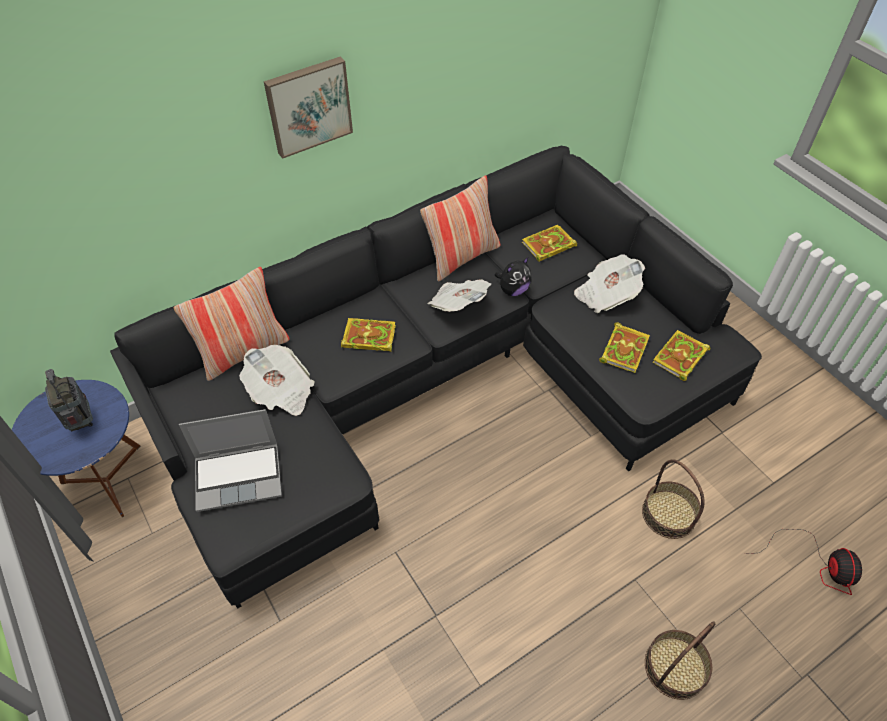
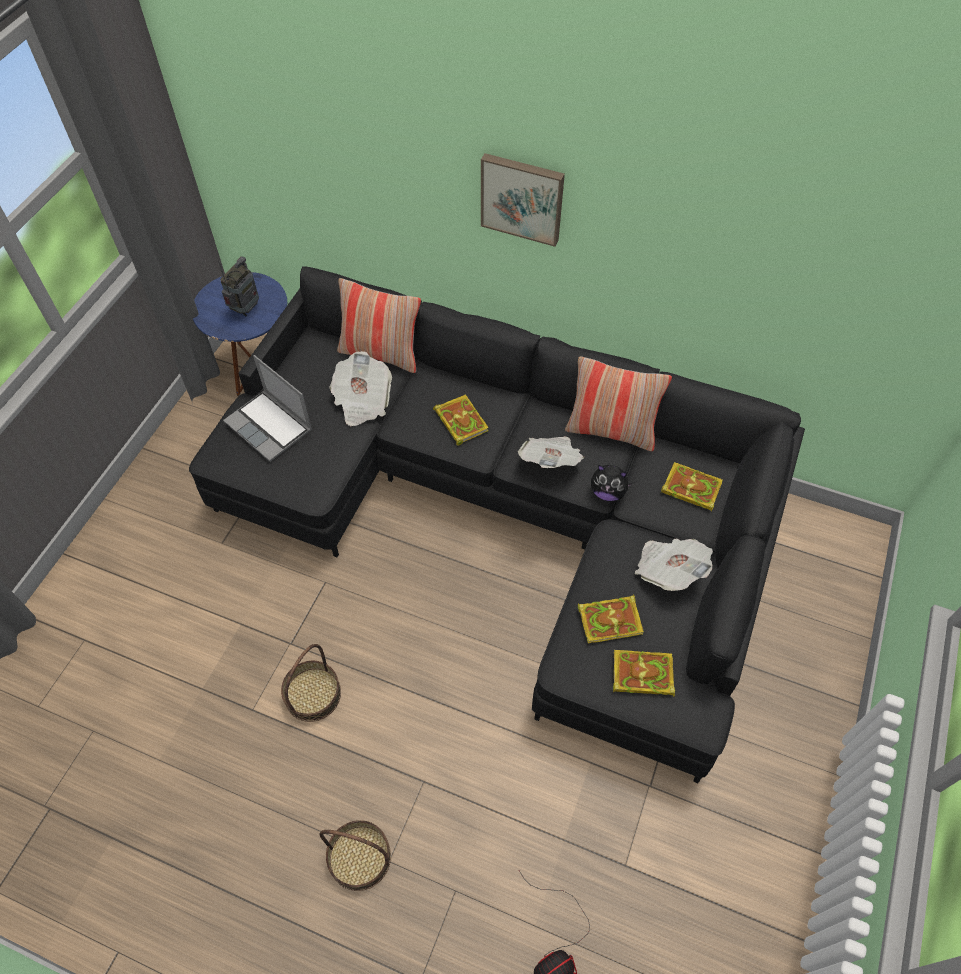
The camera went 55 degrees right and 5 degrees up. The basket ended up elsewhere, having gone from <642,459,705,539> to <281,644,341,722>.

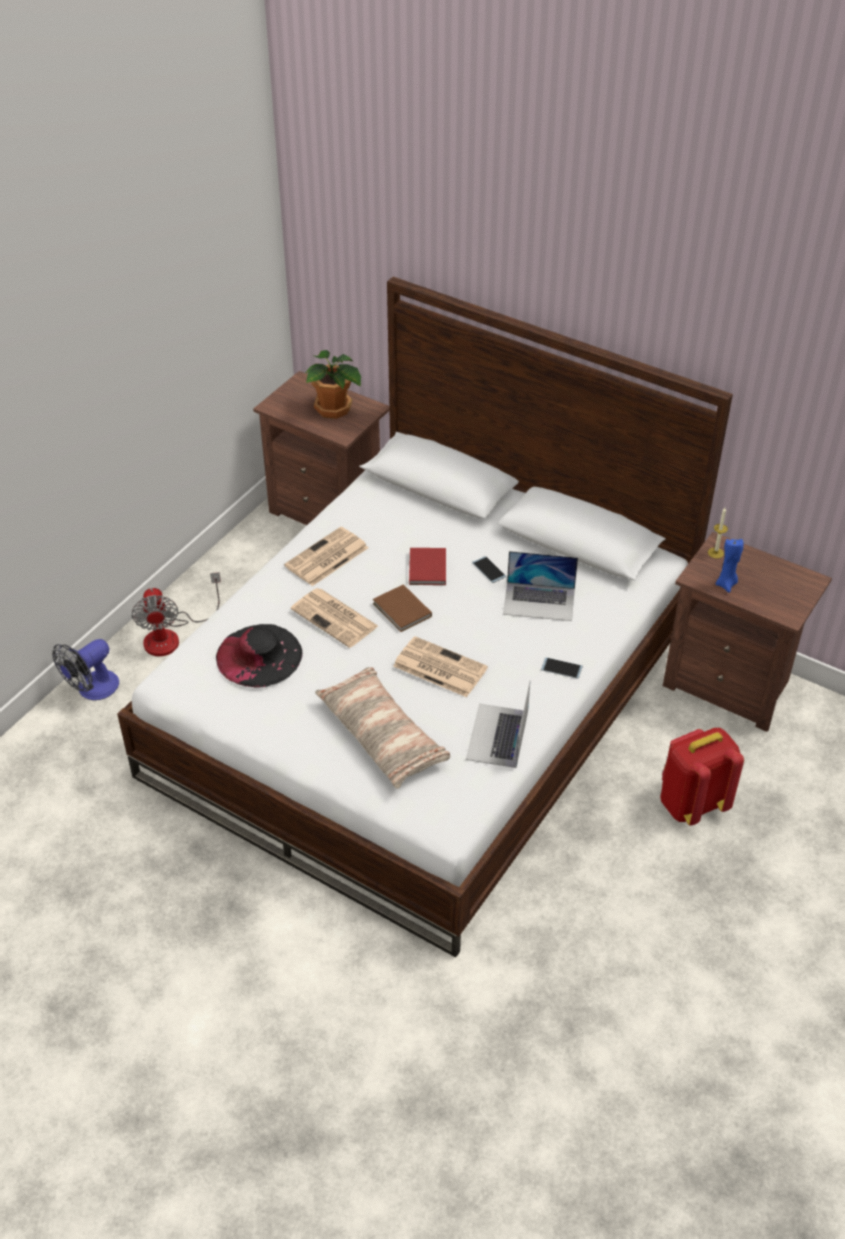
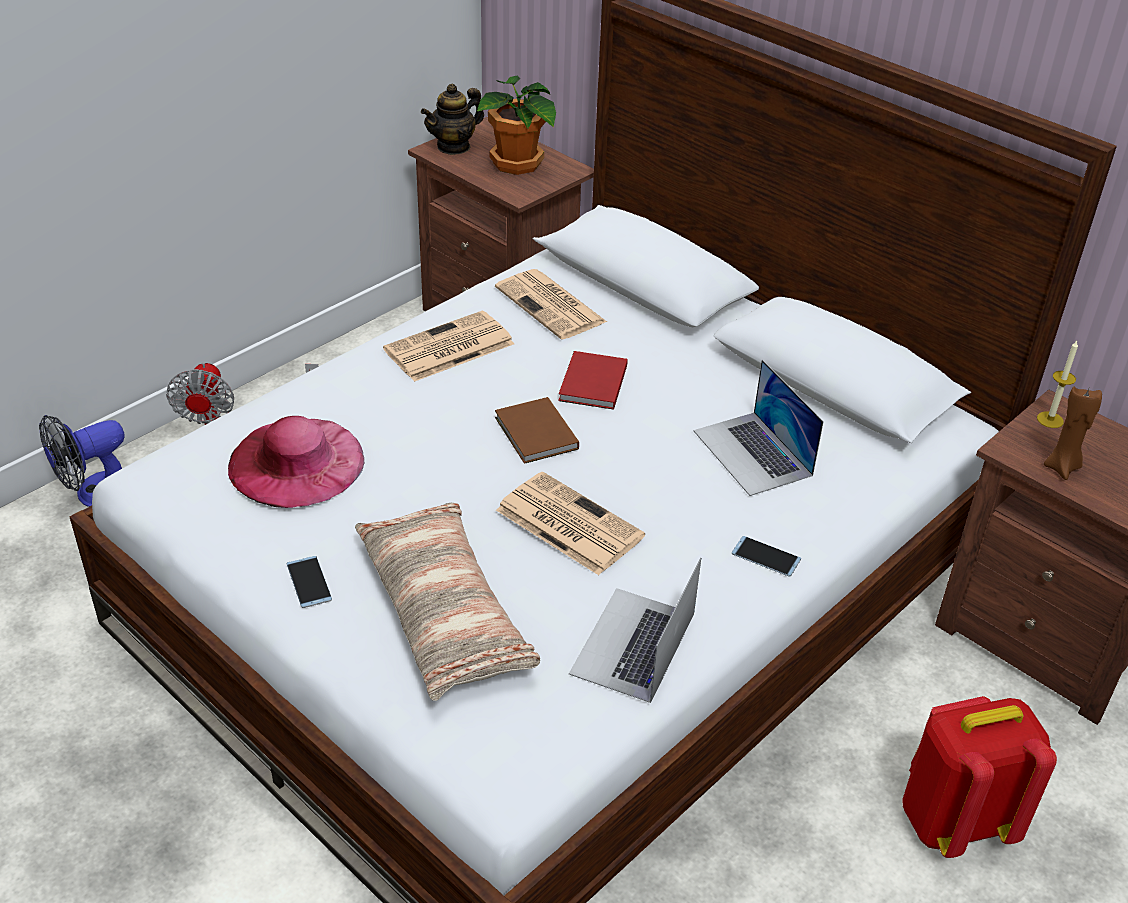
The camera went 10 degrees right and 5 degrees down. What was the black hat at <216,624,302,687> turned into the pink hat at <228,416,364,508>. The newspaper ended up elsewhere, having gone from <291,588,378,648> to <495,269,607,340>. The phone ended up elsewhere, having gone from <472,556,506,583> to <287,556,332,608>. The laptop at <503,551,578,621> ended up facing another way, 45 degrees clockwise from before. What was the blue candle at <716,538,744,593> turned into the brown candle at <1044,386,1102,480>. The second view gained the teapot at <421,83,484,155>.

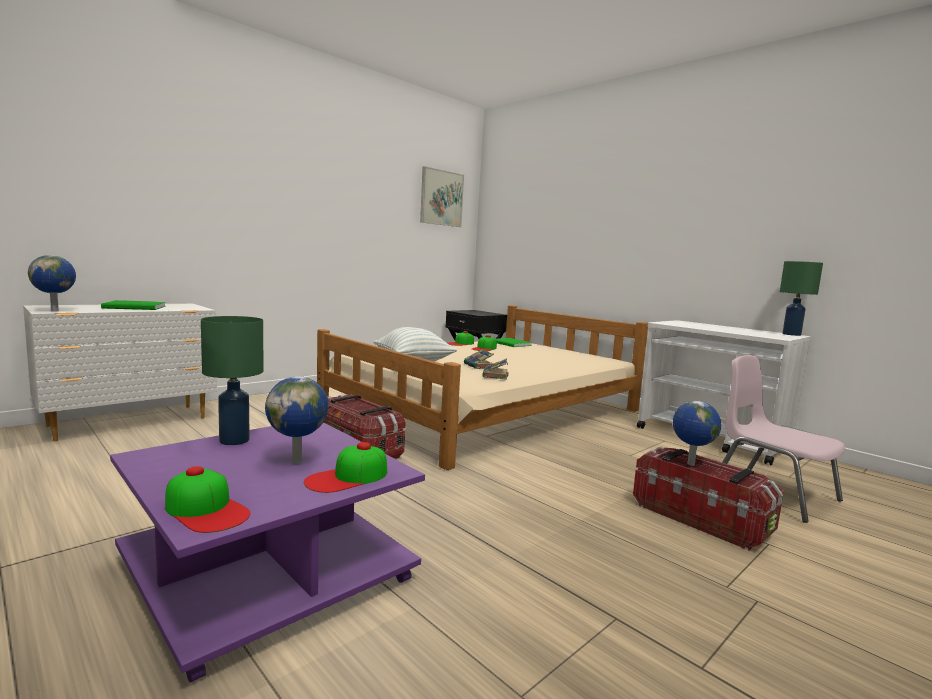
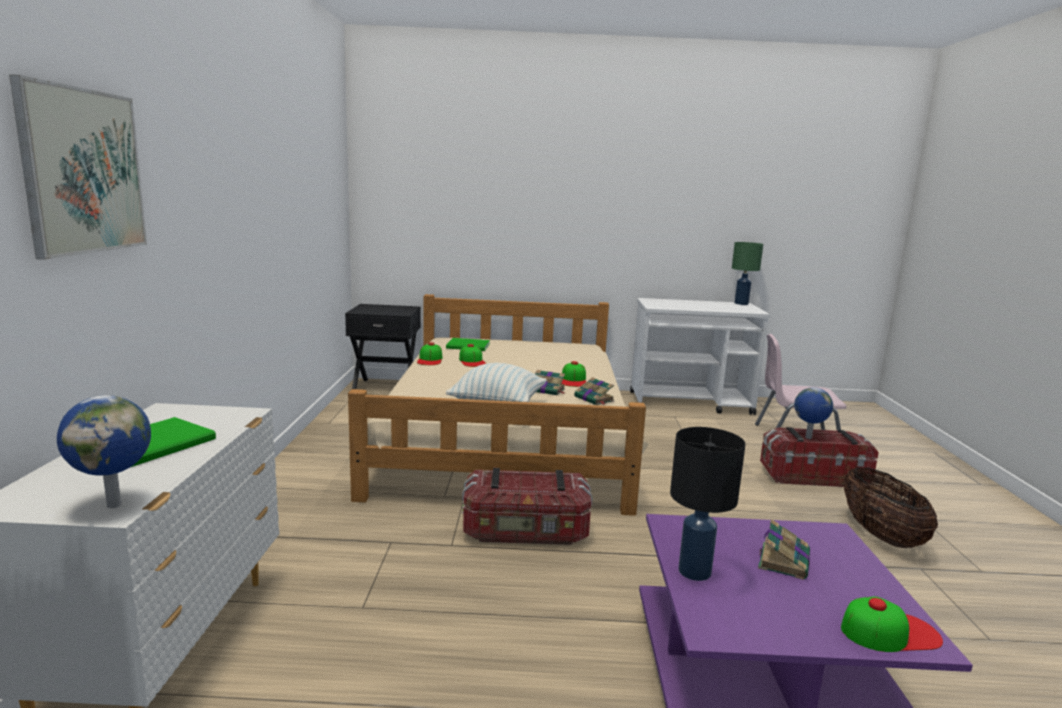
The camera went 45 degrees left and 5 degrees up. What was the green table lamp at <201,316,264,445> turned into the black table lamp at <670,427,746,581>. Where the globe stood at <265,376,328,464>, the book came to stand at <758,519,810,580>. The cap ended up elsewhere, having gone from <304,442,387,493> to <561,361,586,387>. The picture ended up elsewhere, having gone from <420,166,464,227> to <9,74,147,260>. The second view gained the basket at <844,467,938,548>.

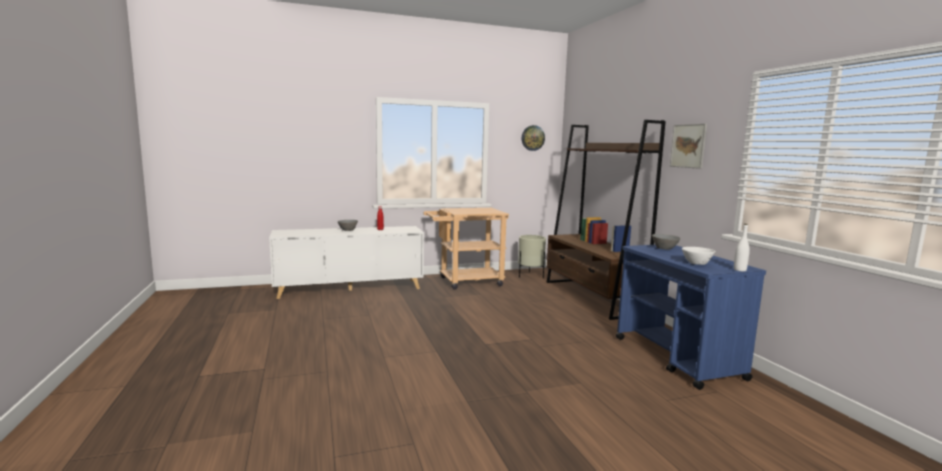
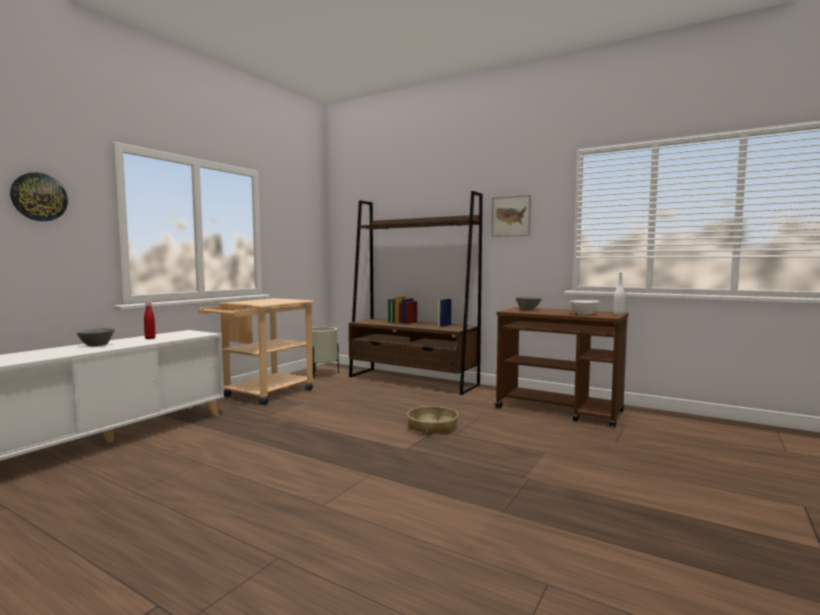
The camera went 40 degrees left and 5 degrees down. The wall clock ended up elsewhere, having gone from <522,125,545,151> to <10,172,68,221>. What was the blue cart at <616,245,766,390> turned into the brown cart at <495,307,629,428>. The second view gained the basket at <407,406,458,435>.

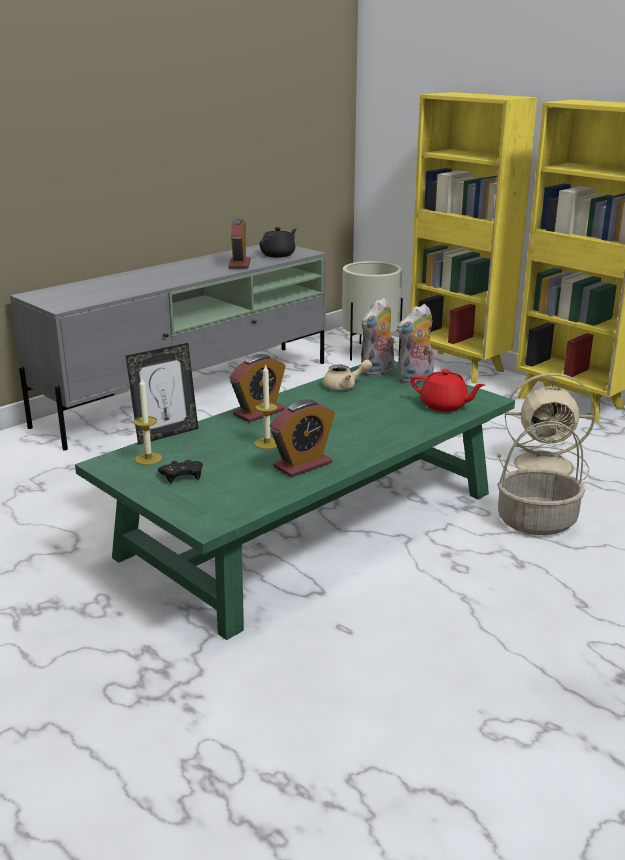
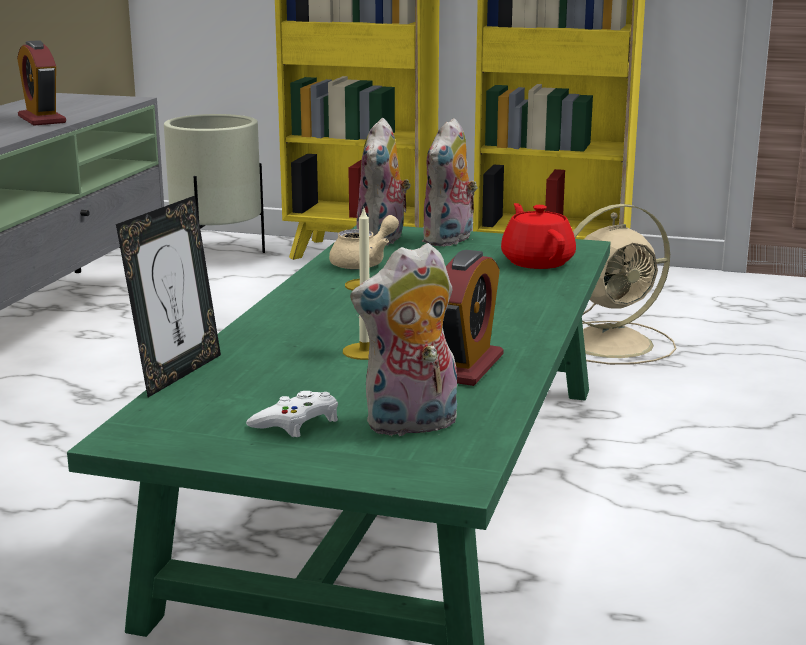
The camera went 30 degrees left and 5 degrees down. The second view lost the candle at <134,378,162,465>. What was the black game controller at <158,460,203,483> turned into the white game controller at <246,391,338,437>. The second view lost the alarm clock at <230,354,285,423>. The second view lost the black teapot at <259,227,297,258>. The red teapot at <411,369,485,411> ended up facing another way, 105 degrees counterclockwise from before. The second view lost the basket at <497,421,585,535>. The second view gained the plush toy at <350,243,457,437>.

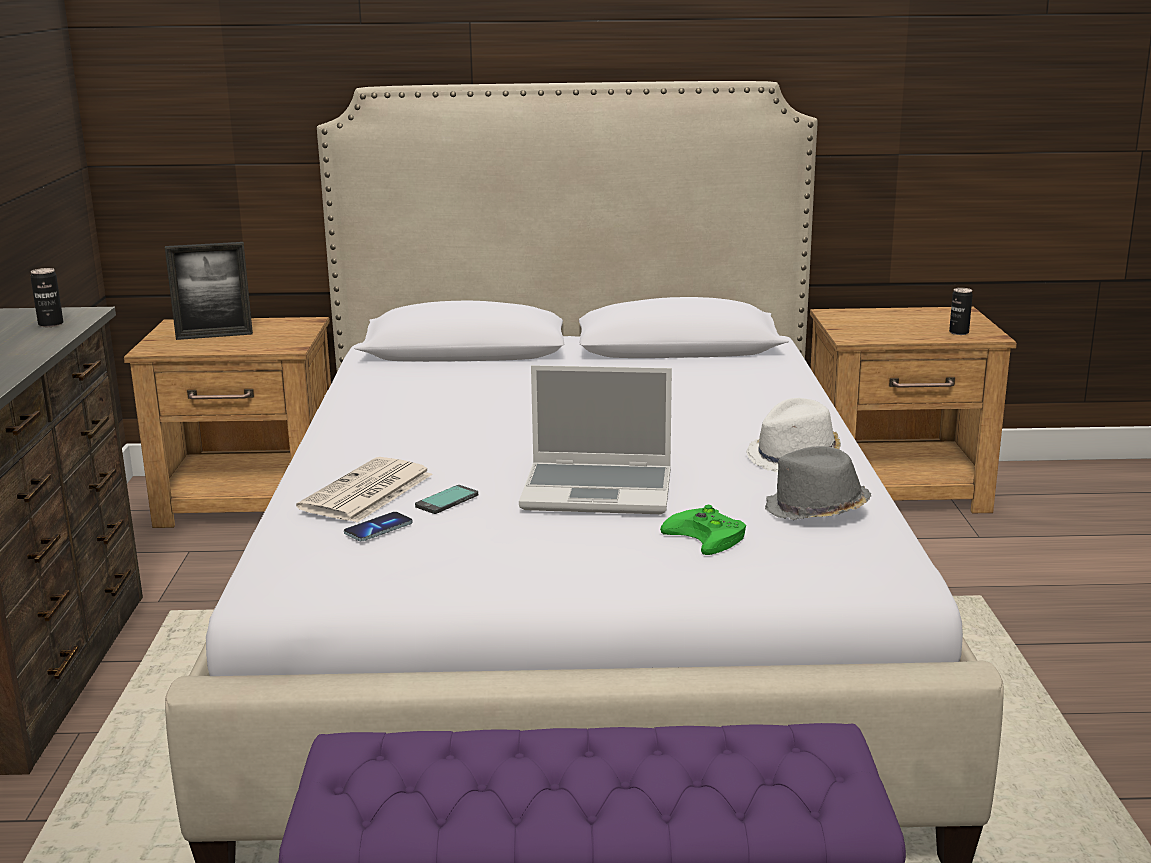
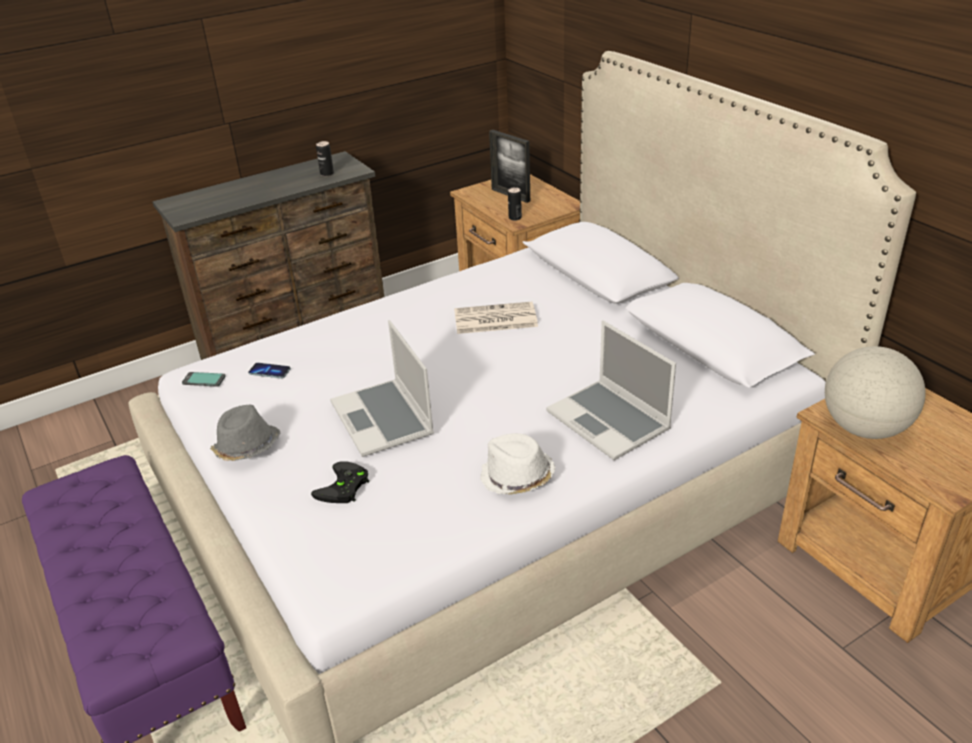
The camera went 60 degrees right and 15 degrees up. The newspaper ended up elsewhere, having gone from <296,457,433,523> to <454,302,538,334>. The phone ended up elsewhere, having gone from <415,485,478,514> to <182,372,226,387>. What was the green game controller at <660,505,746,555> turned into the black game controller at <311,461,370,503>. The grey hat ended up elsewhere, having gone from <765,446,872,520> to <210,404,281,461>. The can ended up elsewhere, having gone from <949,288,973,335> to <508,187,522,221>. The second view gained the laptop at <546,320,676,460>. The second view gained the globe at <825,346,926,439>.

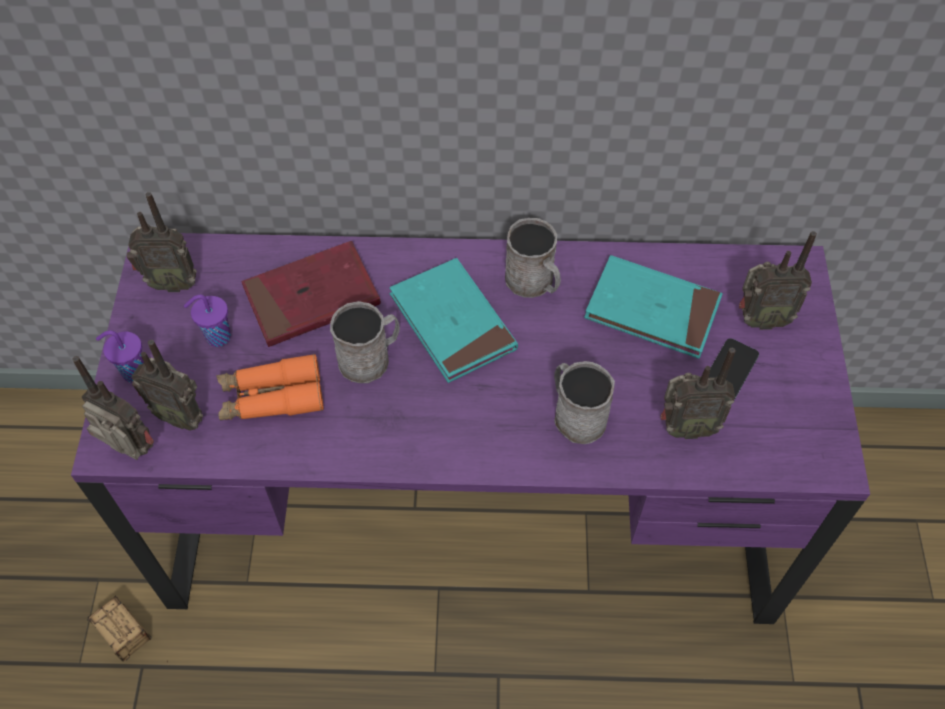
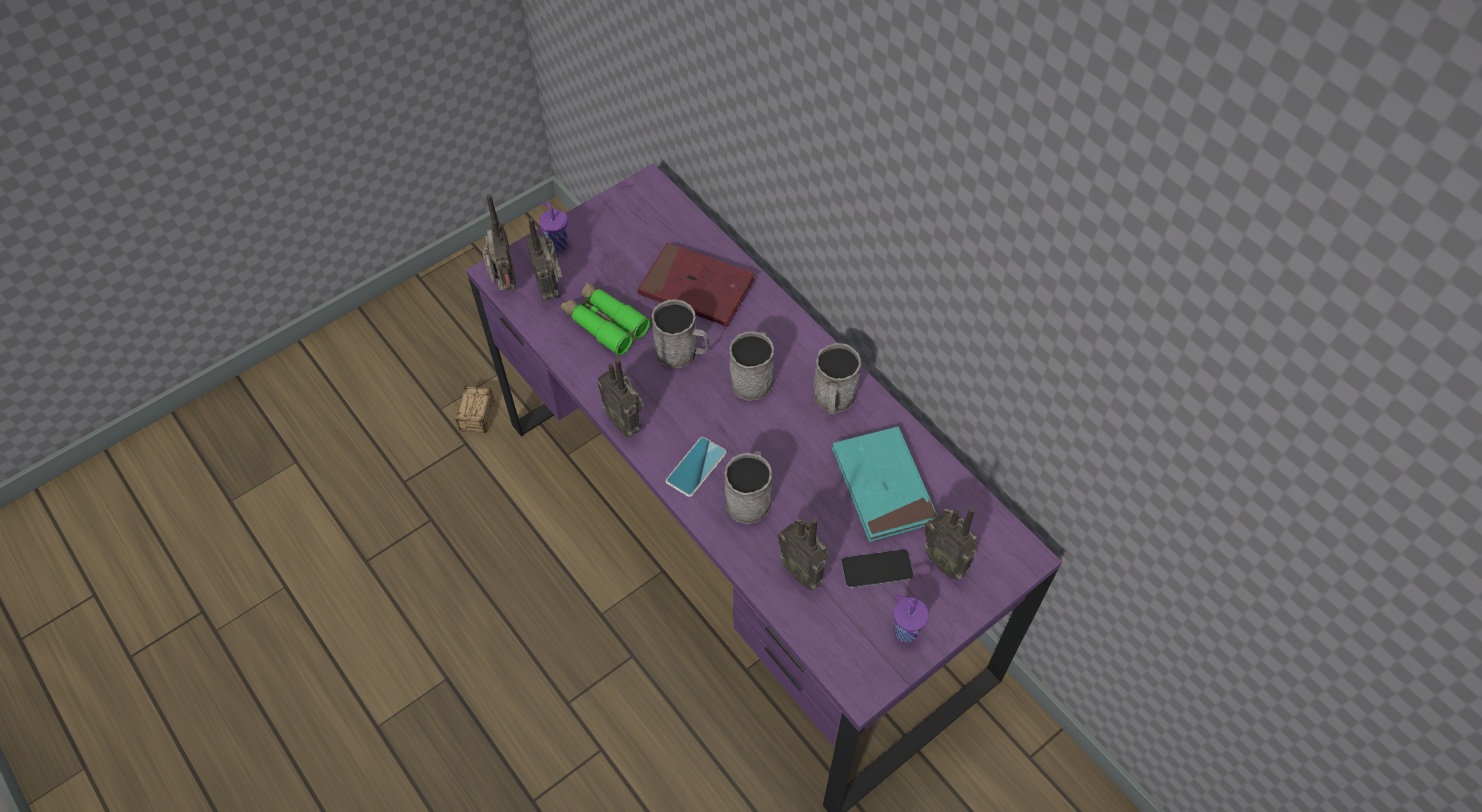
The camera went 50 degrees right and 0 degrees up. The radio ended up elsewhere, having gone from <127,192,197,292> to <597,358,644,438>. The purple cup ended up elsewhere, having gone from <184,295,231,347> to <893,595,929,642>. What was the orange binoculars at <216,354,324,420> turned into the green binoculars at <561,282,650,356>. Where the turquoise book stood at <390,258,518,383>, the grey mug came to stand at <729,331,774,401>. The second view gained the phone at <666,437,727,497>.

